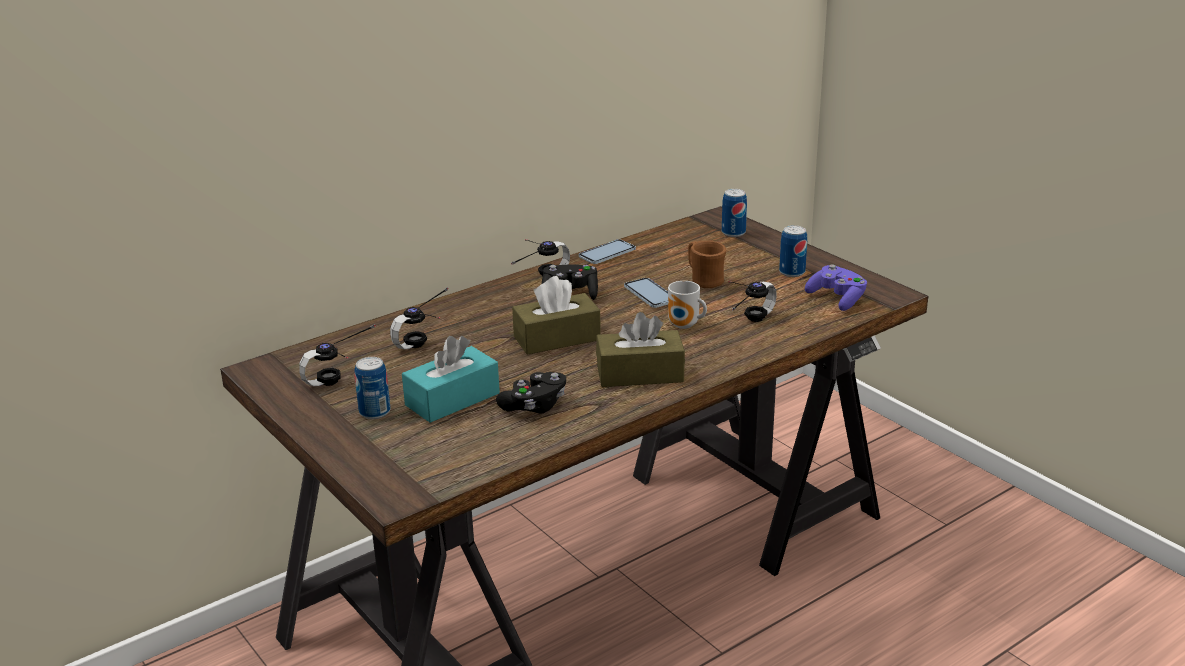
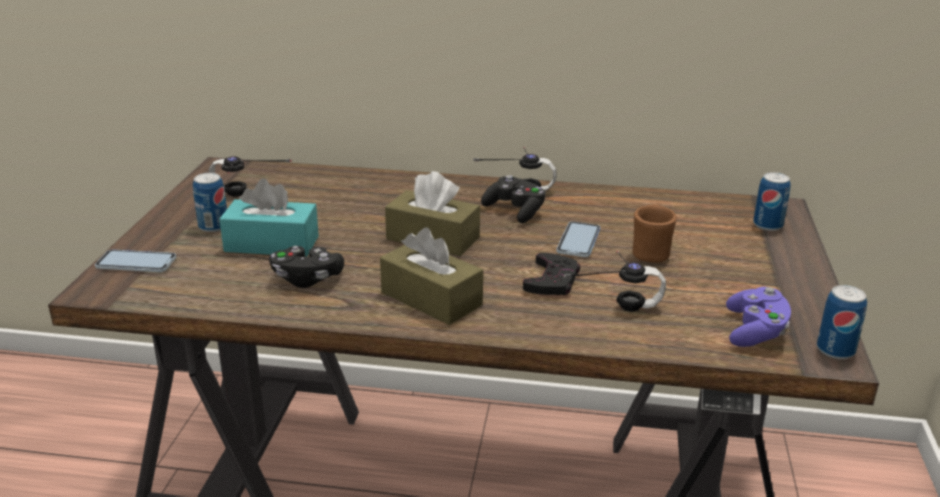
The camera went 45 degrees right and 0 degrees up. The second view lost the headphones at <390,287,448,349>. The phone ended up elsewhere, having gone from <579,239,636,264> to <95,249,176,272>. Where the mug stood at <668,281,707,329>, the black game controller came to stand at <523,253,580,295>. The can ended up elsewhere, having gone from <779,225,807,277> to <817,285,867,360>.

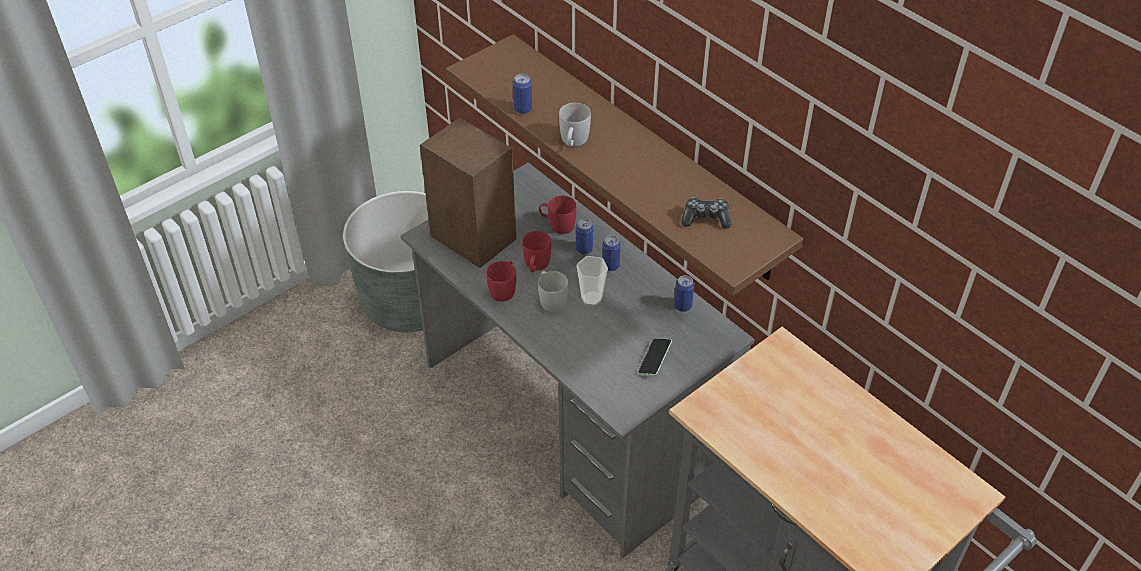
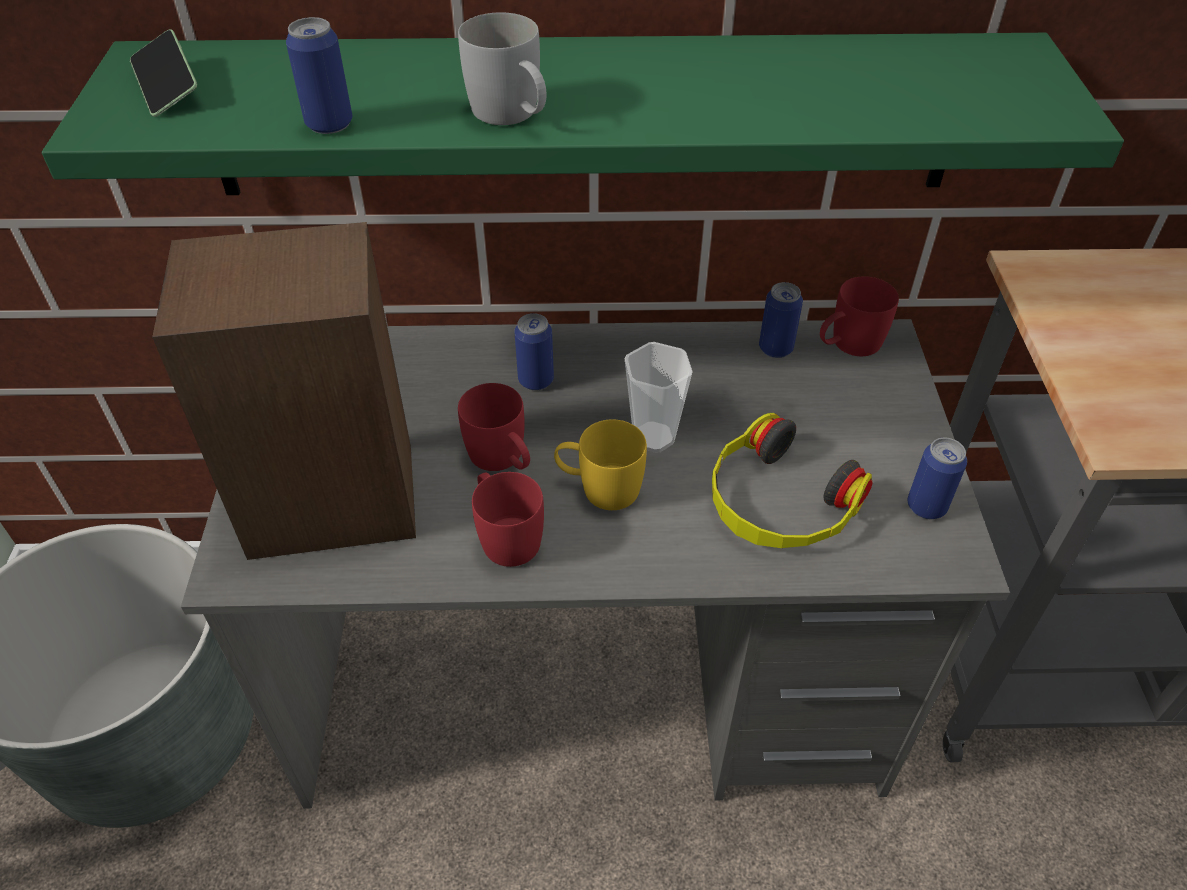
The camera went 50 degrees left and 0 degrees up. What was the brown shelf at <446,34,803,296> turned into the green shelf at <42,33,1124,195>. What was the white mug at <538,271,568,312> turned into the yellow mug at <554,419,647,510>. The red mug ended up elsewhere, having gone from <539,196,576,234> to <820,276,899,356>. The can ended up elsewhere, having gone from <602,235,620,271> to <907,437,967,519>. The phone ended up elsewhere, having gone from <638,338,672,375> to <130,29,197,117>. The second view lost the game controller at <681,197,732,228>. The second view gained the headphones at <712,413,873,548>.

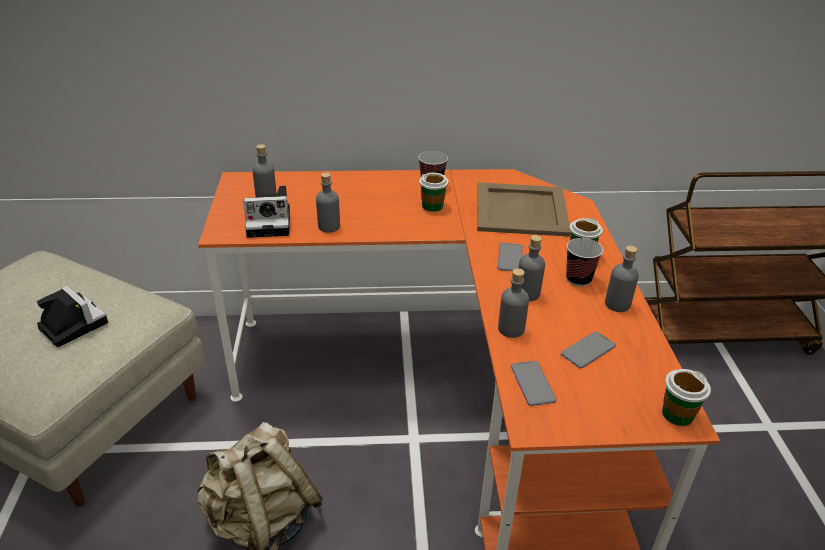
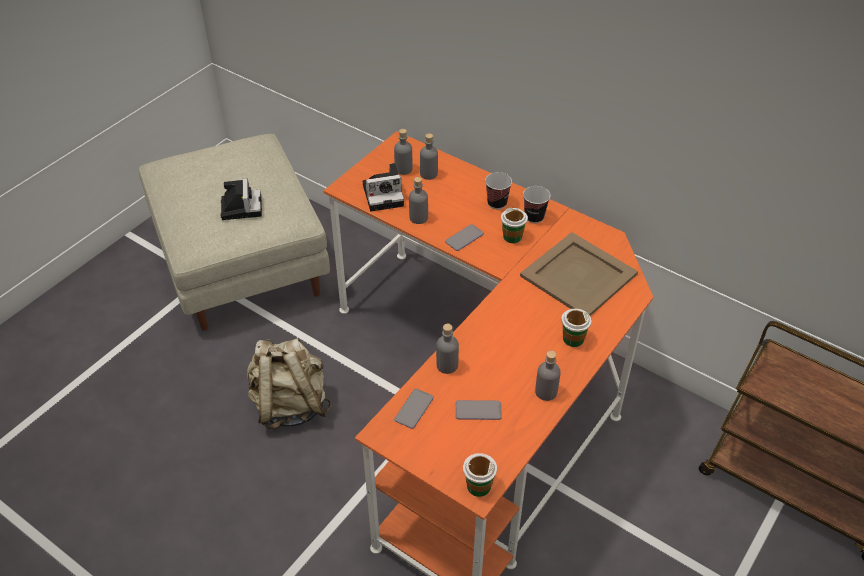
The camera went 40 degrees right and 10 degrees up. The photo camera at <243,185,290,238> ended up facing another way, 45 degrees counterclockwise from before. The phone ended up elsewhere, having gone from <498,243,523,271> to <445,224,484,251>. The grey bottle ended up elsewhere, having gone from <518,235,545,301> to <420,133,438,180>. The cup ended up elsewhere, having gone from <566,238,603,287> to <485,172,512,209>.

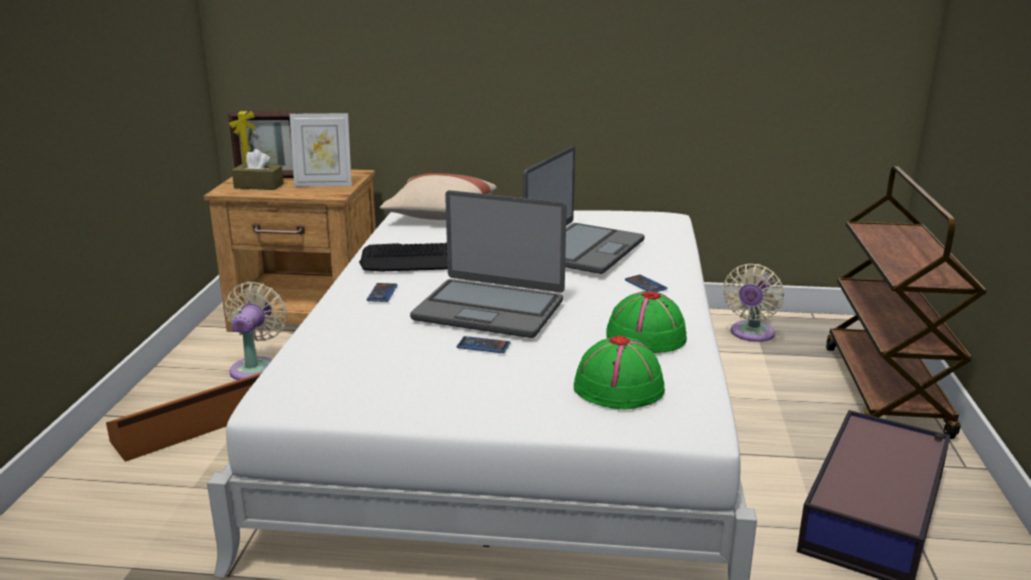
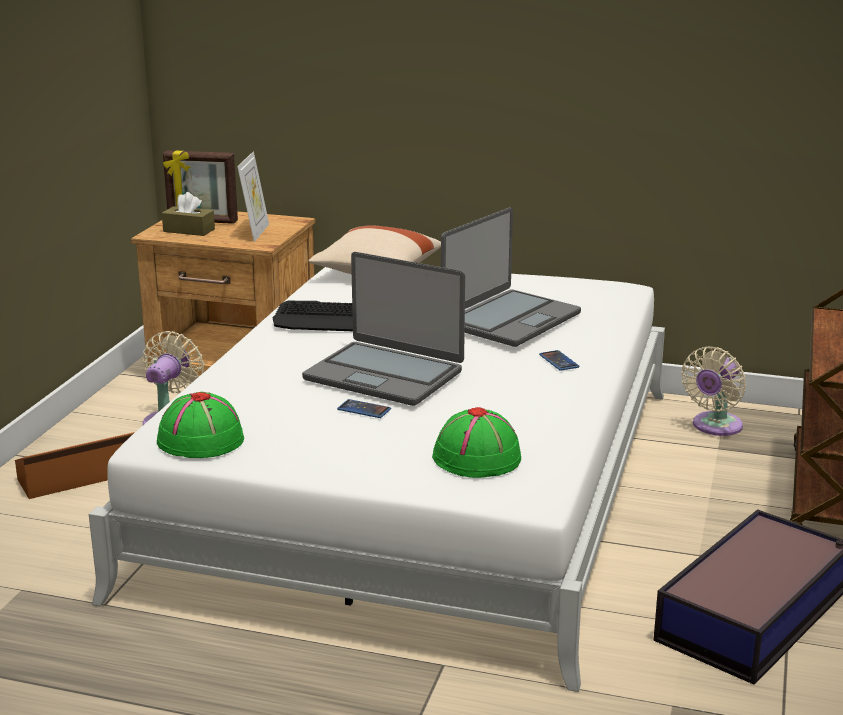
The camera went 10 degrees right and 0 degrees up. The picture frame at <290,113,352,187> ended up facing another way, 90 degrees counterclockwise from before. The second view lost the phone at <367,283,398,302>. The green hat ended up elsewhere, having gone from <606,291,687,353> to <157,392,244,458>.

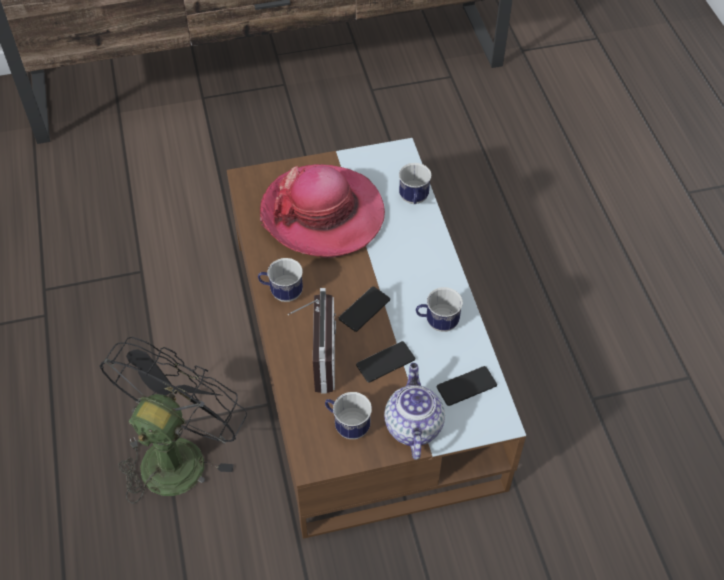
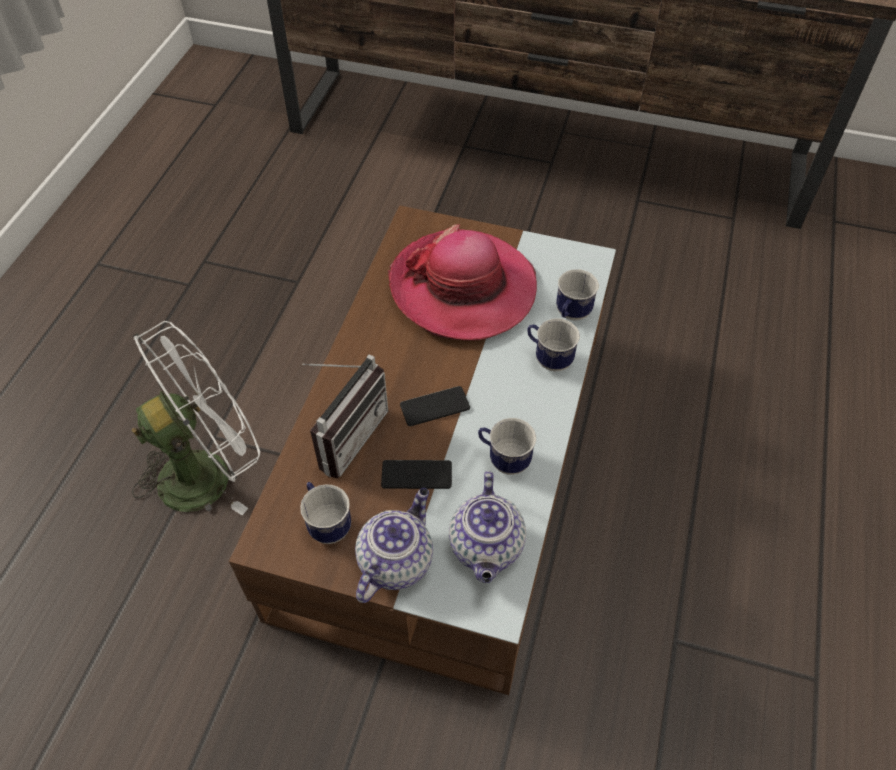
The camera went 30 degrees right and 0 degrees up. What was the black fan at <100,337,247,504> turned into the white fan at <132,321,260,515>. The mug ended up elsewhere, having gone from <258,258,303,302> to <528,318,580,371>. Where the phone stood at <437,366,497,406>, the teapot came to stand at <449,471,526,583>.

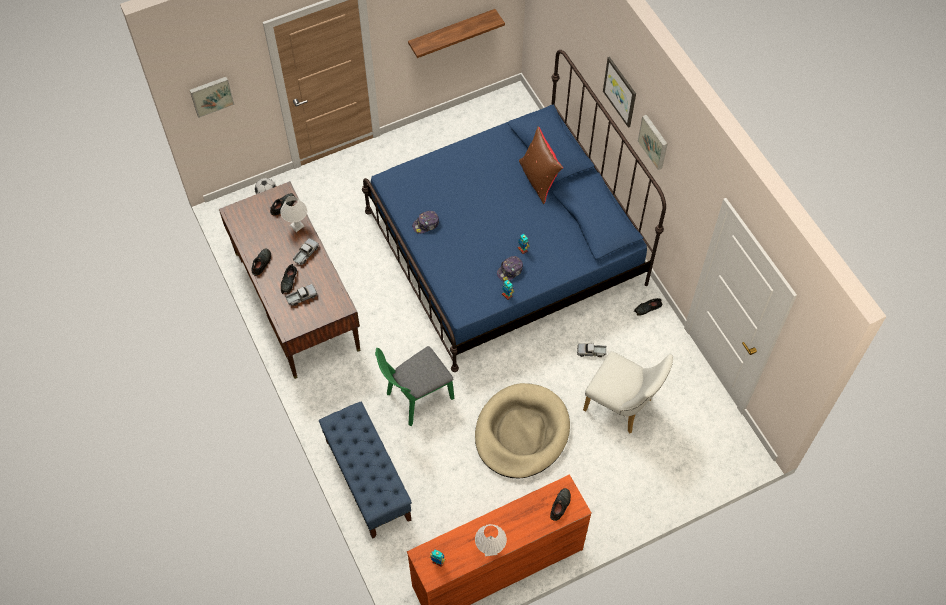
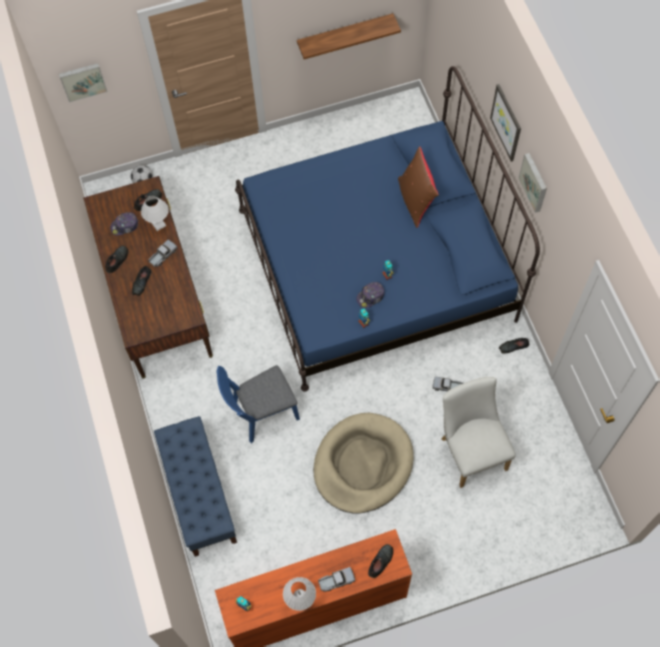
The camera went 10 degrees right and 5 degrees up. The toy truck ended up elsewhere, having gone from <285,284,317,306> to <318,567,355,592>. What was the green chair at <375,346,454,426> turned into the blue chair at <217,365,300,443>. The cap ended up elsewhere, having gone from <412,211,439,234> to <110,212,139,235>. The white chair at <583,351,673,433> ended up facing another way, 150 degrees counterclockwise from before.

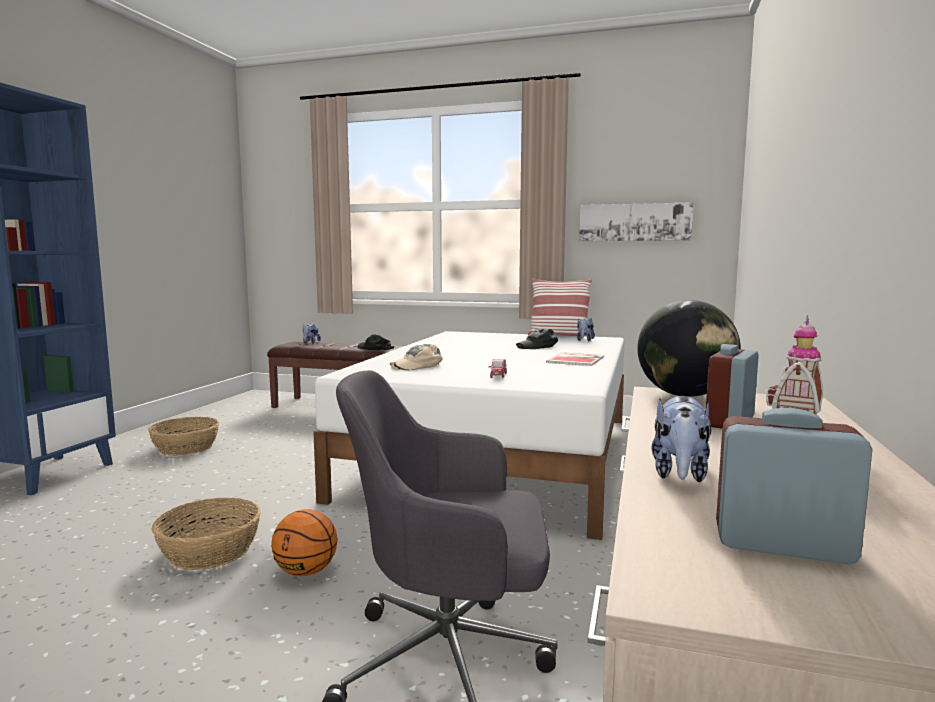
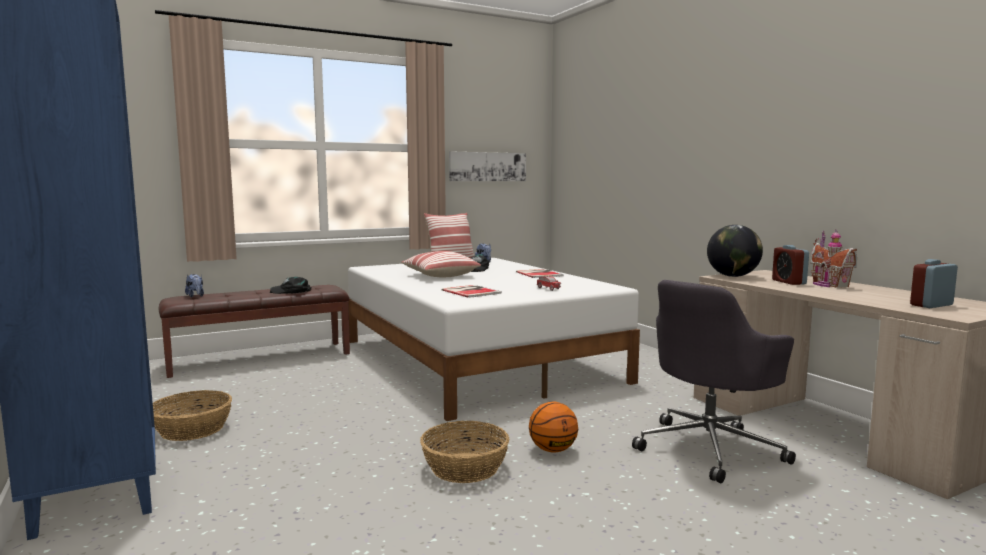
The camera went 45 degrees left and 0 degrees up. Where the beige cap stood at <390,344,443,370>, the book came to stand at <441,285,502,298>. The second view lost the plush toy at <652,396,711,482>. The second view gained the pillow at <401,251,481,277>.

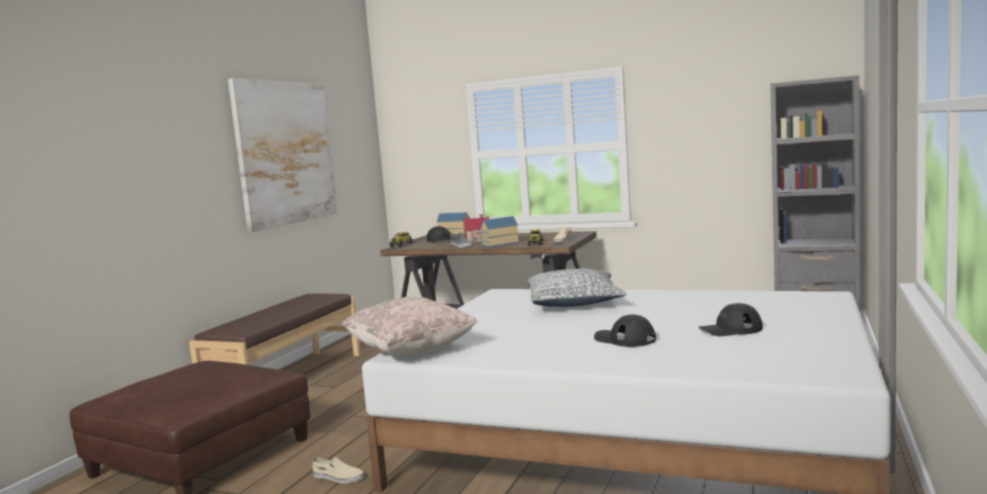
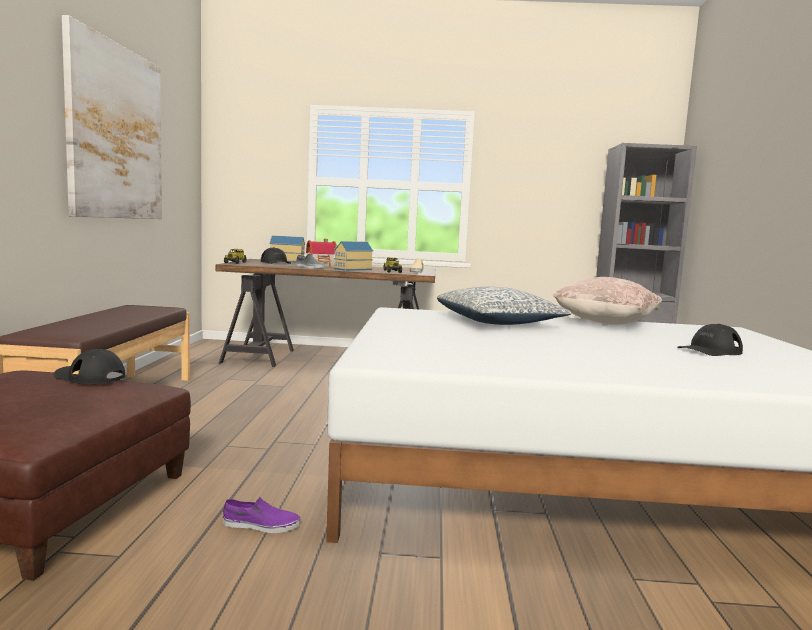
The camera went 20 degrees left and 0 degrees up. What was the beige shoe at <312,456,364,484> turned into the purple shoe at <223,497,301,533>. The beige pillow ended up elsewhere, having gone from <342,296,477,356> to <553,277,662,325>. The black cap ended up elsewhere, having gone from <594,315,656,347> to <53,349,125,384>.

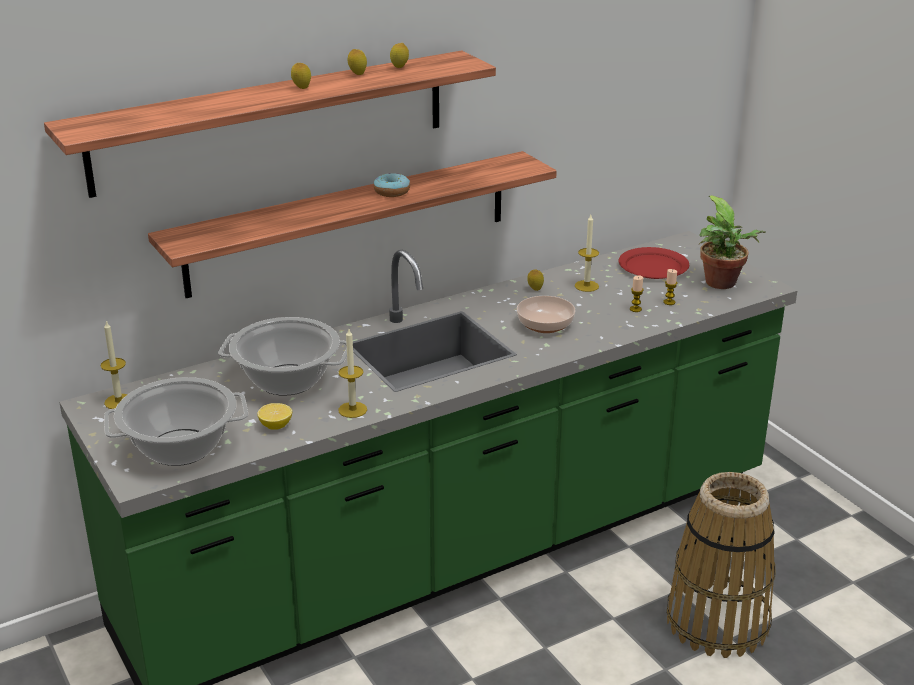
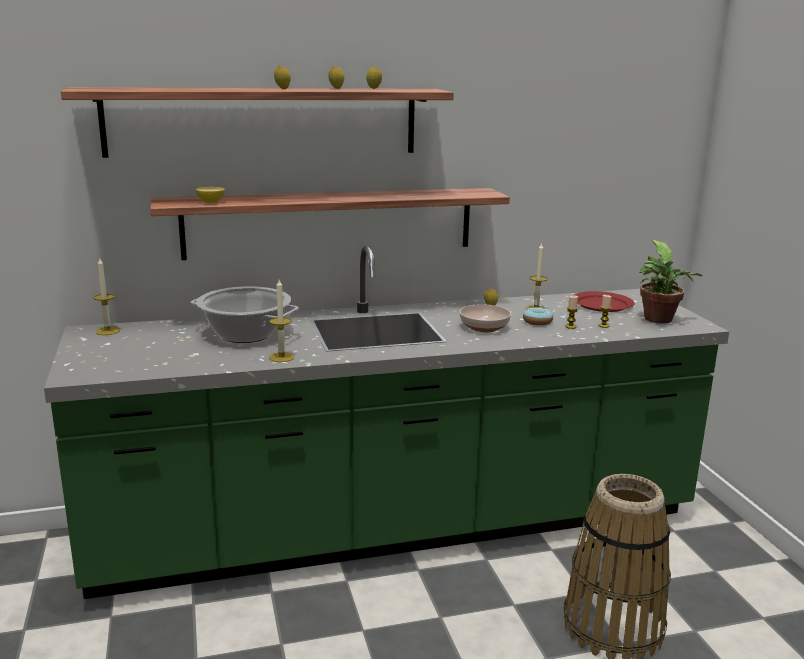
The camera went 15 degrees right and 10 degrees down. The second view lost the cooking pot at <104,377,248,466>. The lemon ended up elsewhere, having gone from <257,403,292,430> to <196,187,225,203>. The donut ended up elsewhere, having gone from <374,173,410,197> to <523,307,553,326>.

